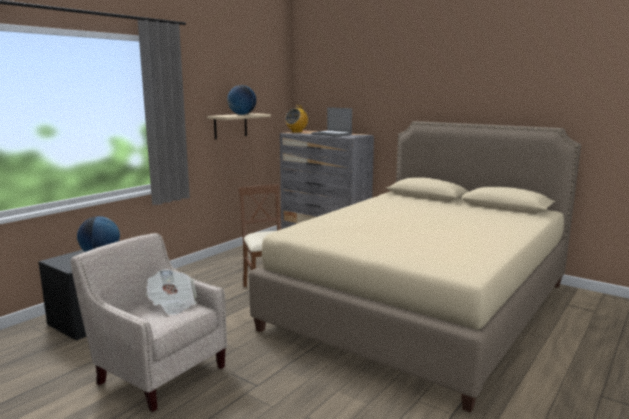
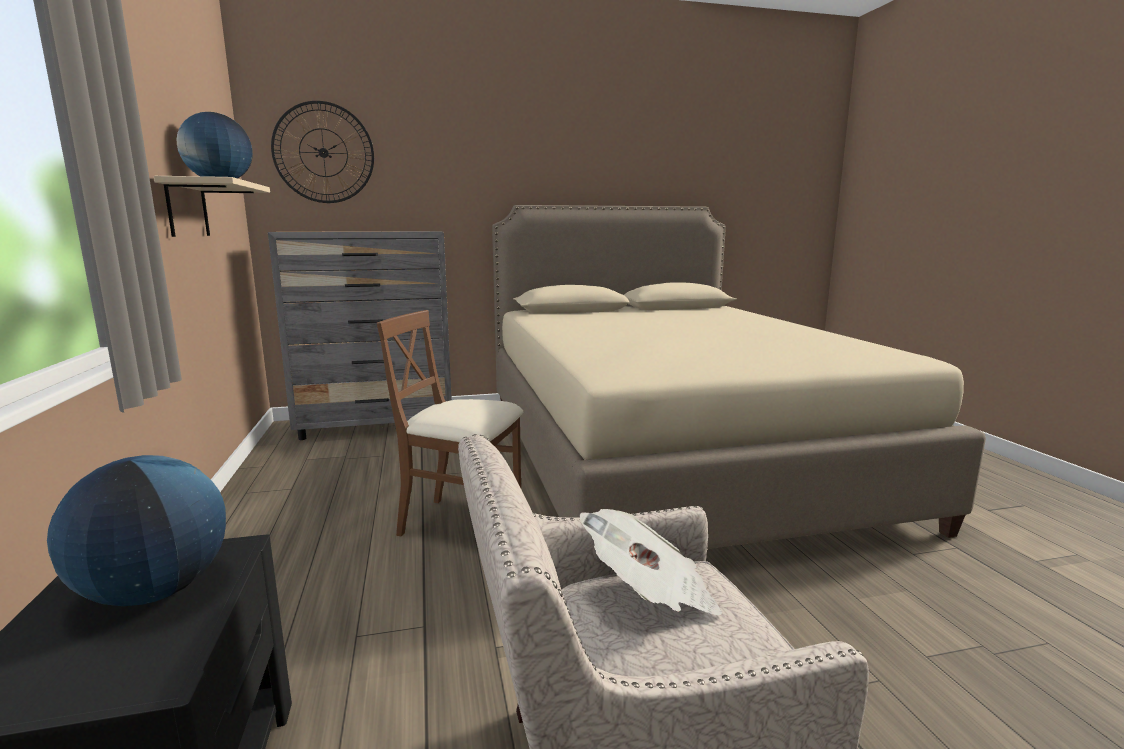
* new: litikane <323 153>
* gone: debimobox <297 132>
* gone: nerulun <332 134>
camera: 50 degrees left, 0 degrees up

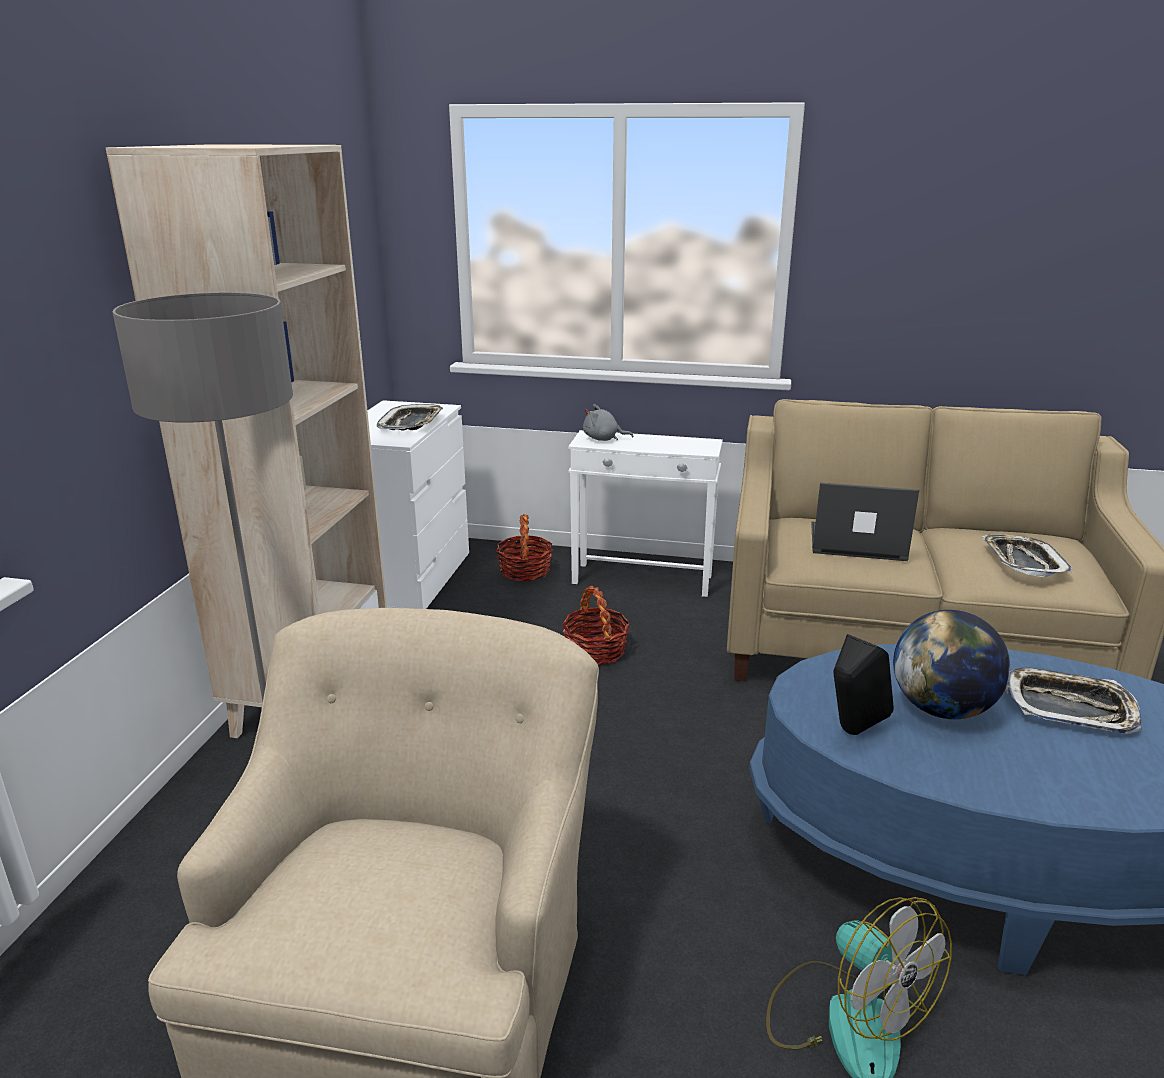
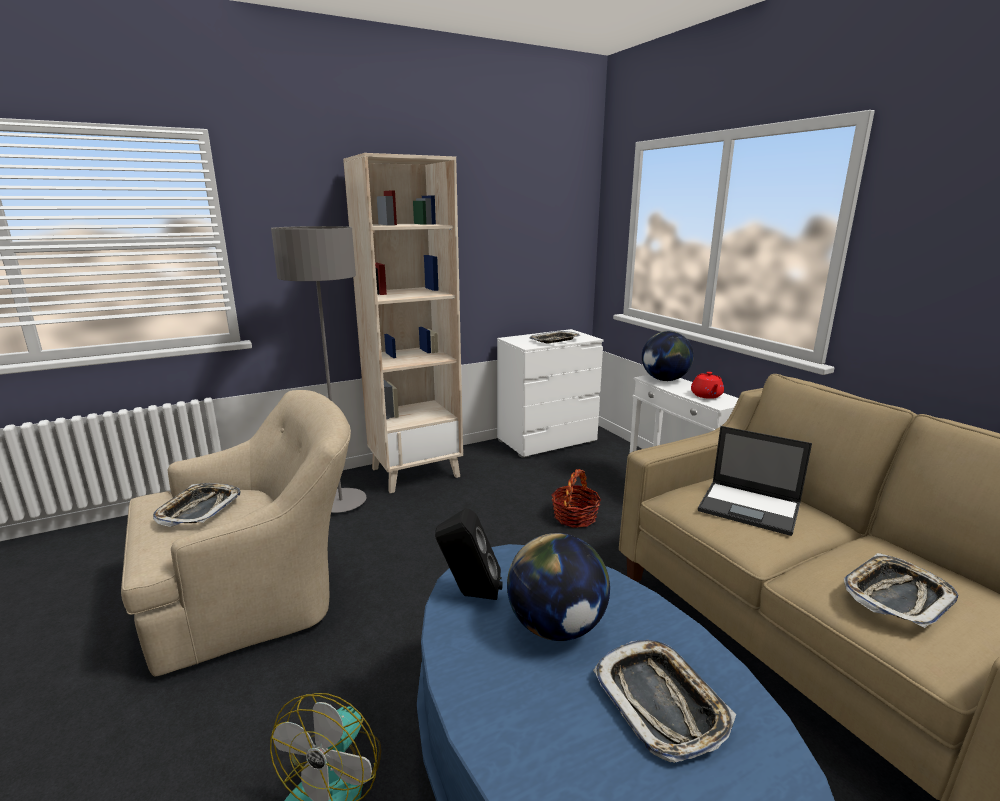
* new: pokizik <199 509>
* swapped: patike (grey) <603 439> to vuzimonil <664 380>
* new: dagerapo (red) <706 395>
* rotated: nerulun <856 542> = <750 508> 150 degrees clockwise
* gone: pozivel <525 571>
camera: 50 degrees right, 5 degrees down

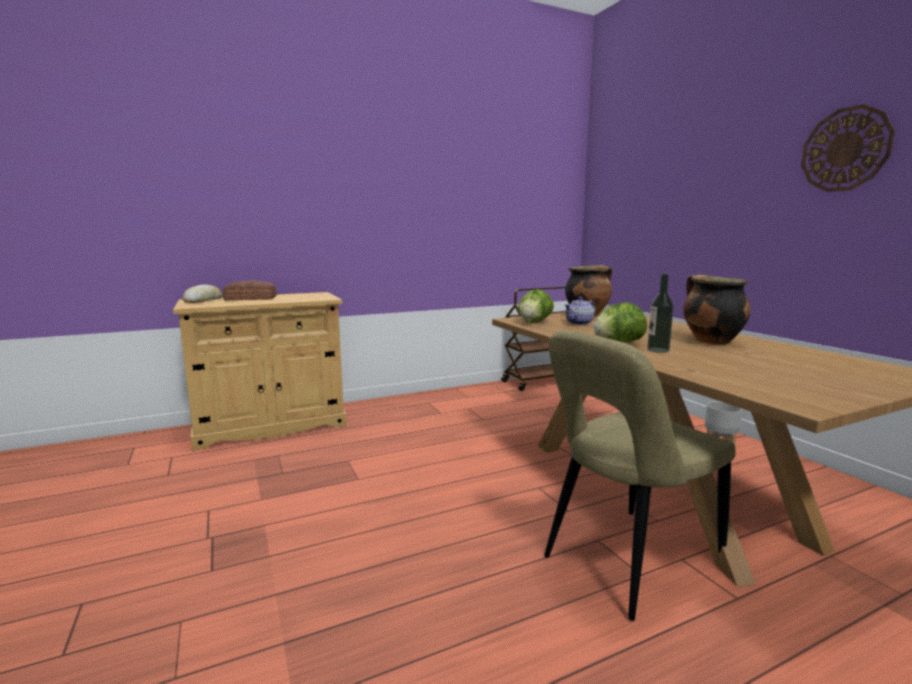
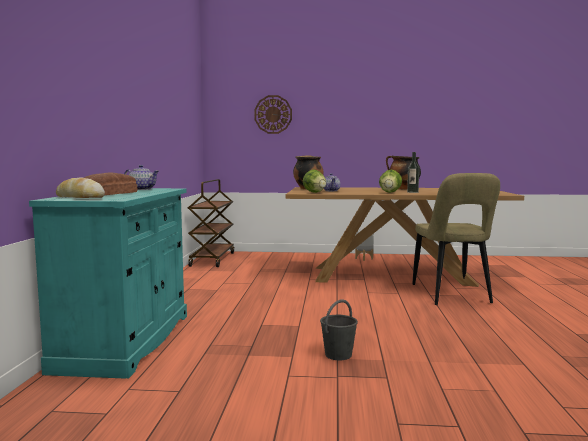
* repainted: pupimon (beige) <271 426> to pupimon (turquoise) <126 341>
* new: dagerapo <141 189>
* shifted: litikane <845 149> to <273 114>
* new: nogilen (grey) <338 355>
camera: 60 degrees left, 5 degrees down

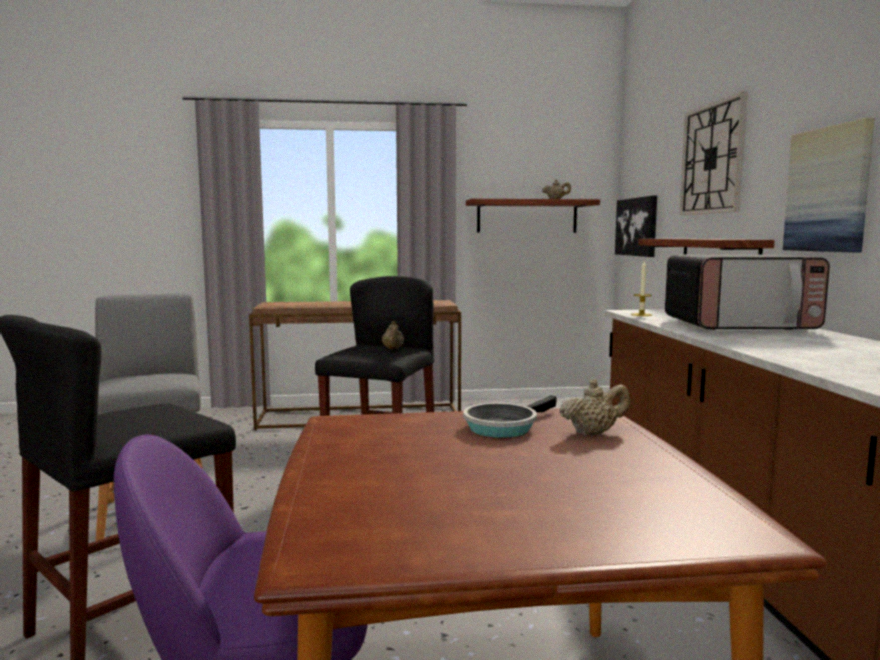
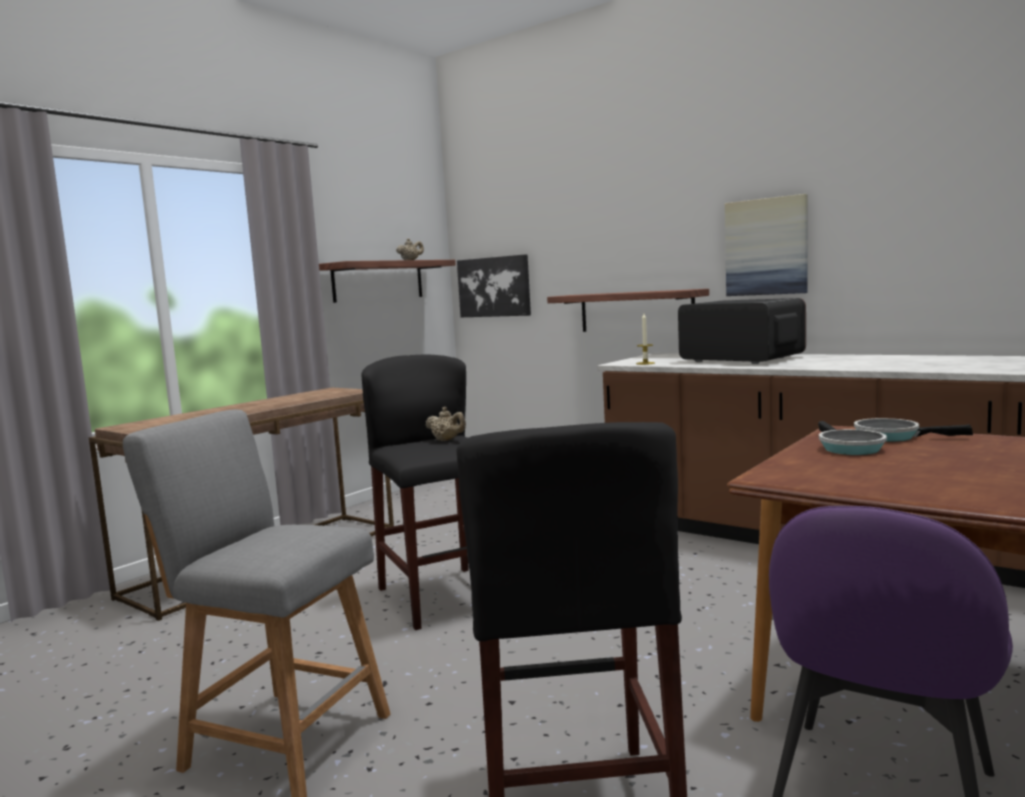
* rotated: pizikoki <739 326> = <741 359> 90 degrees counterclockwise
* swapped: dagerapo (beige) <593 433> to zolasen <892 436>
* gone: litikane <712 159>
camera: 45 degrees left, 0 degrees up

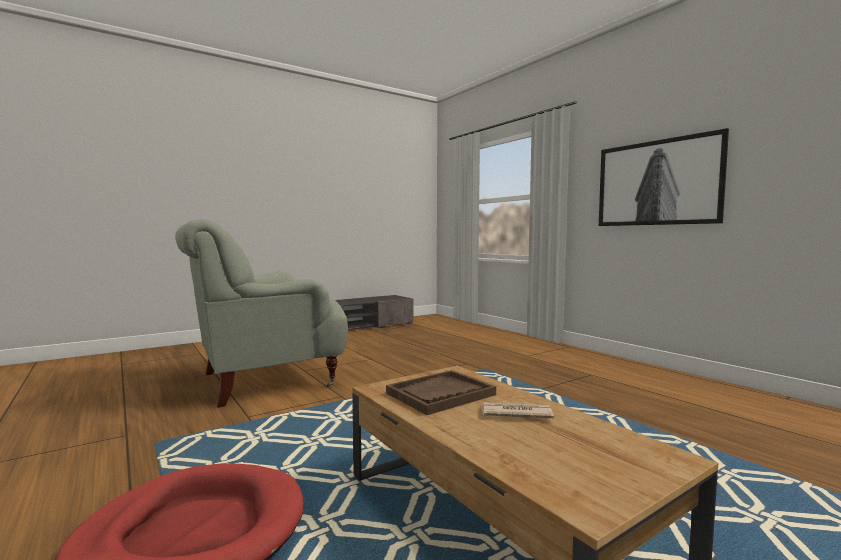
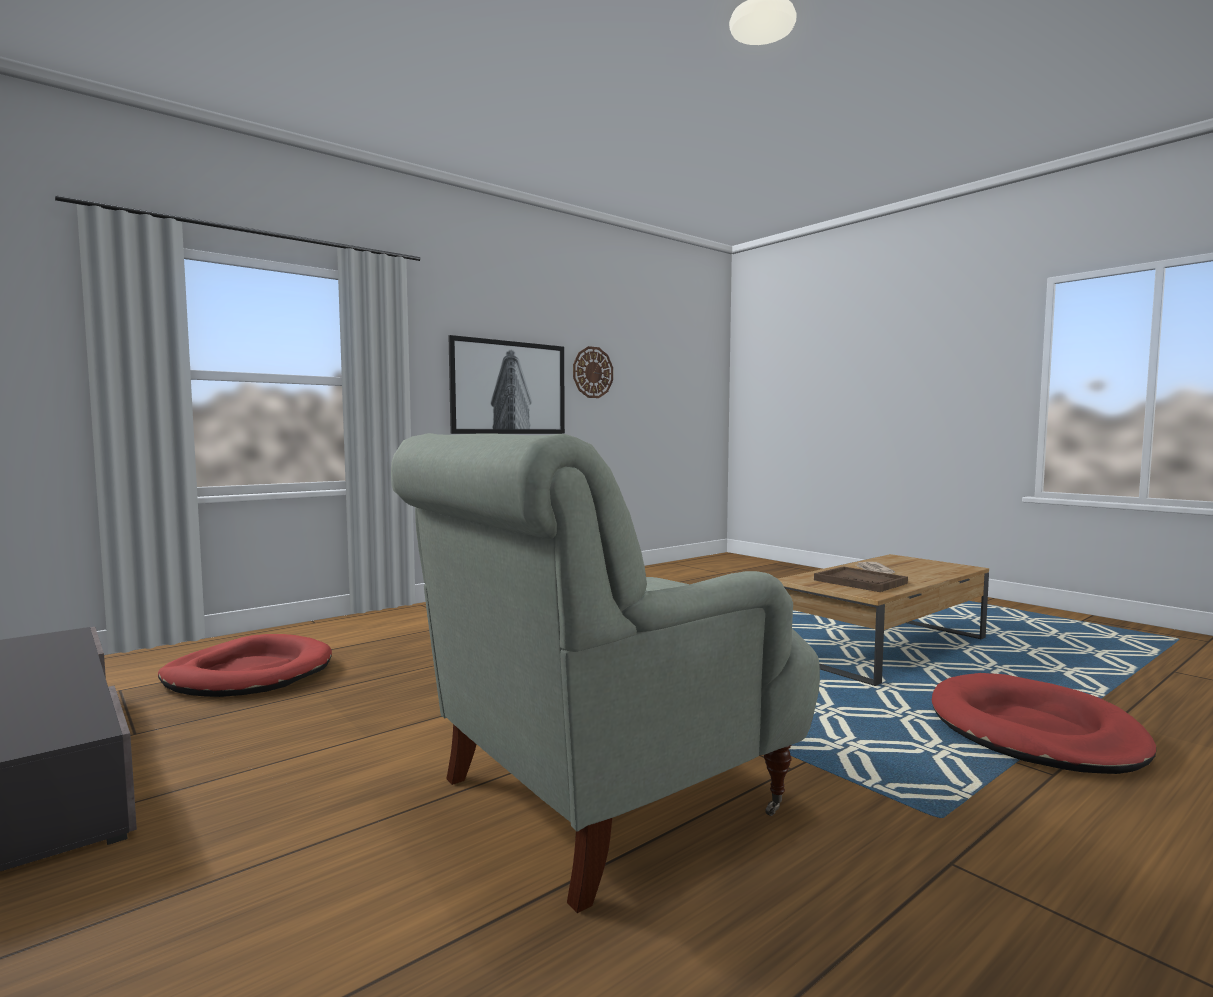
* new: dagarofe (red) <249 674>
* rotated: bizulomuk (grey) <264 380> = <602 797> 90 degrees clockwise
* new: litikane <592 372>
camera: 95 degrees left, 0 degrees up

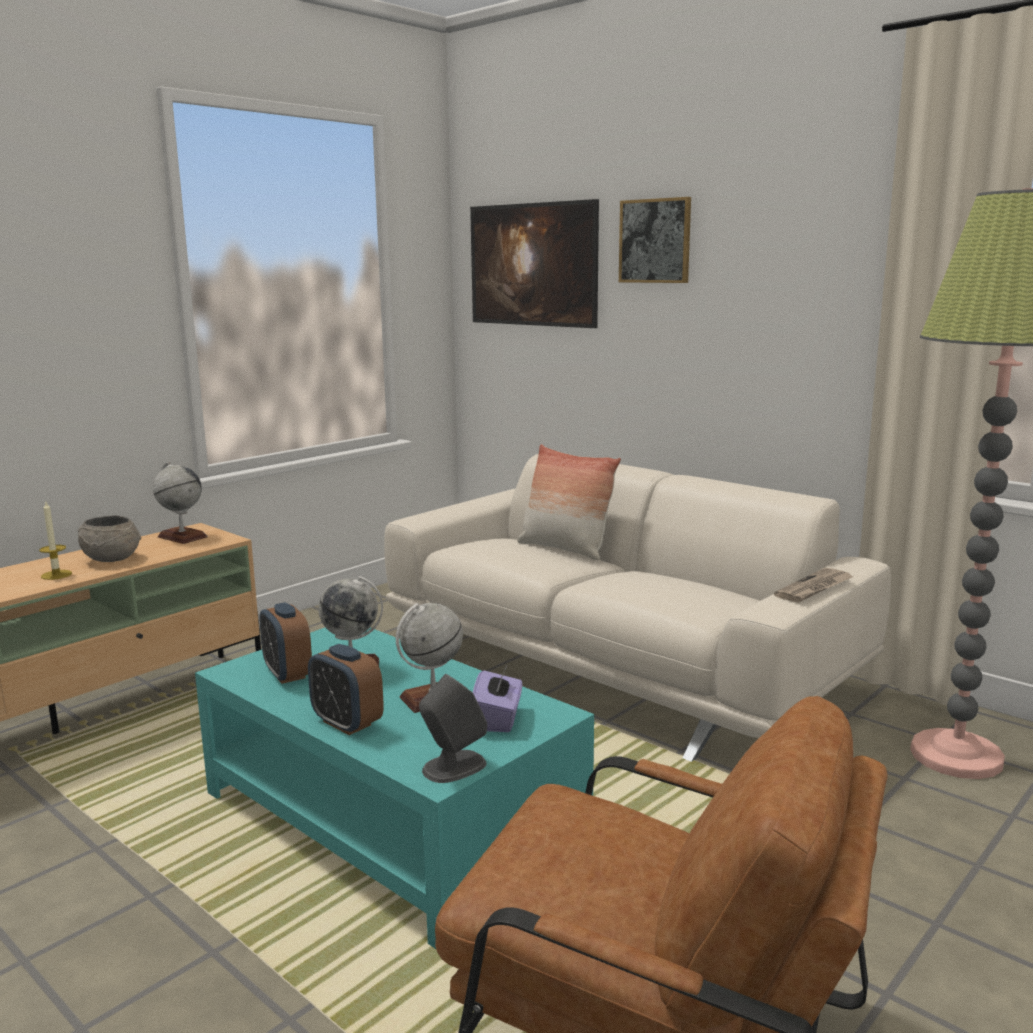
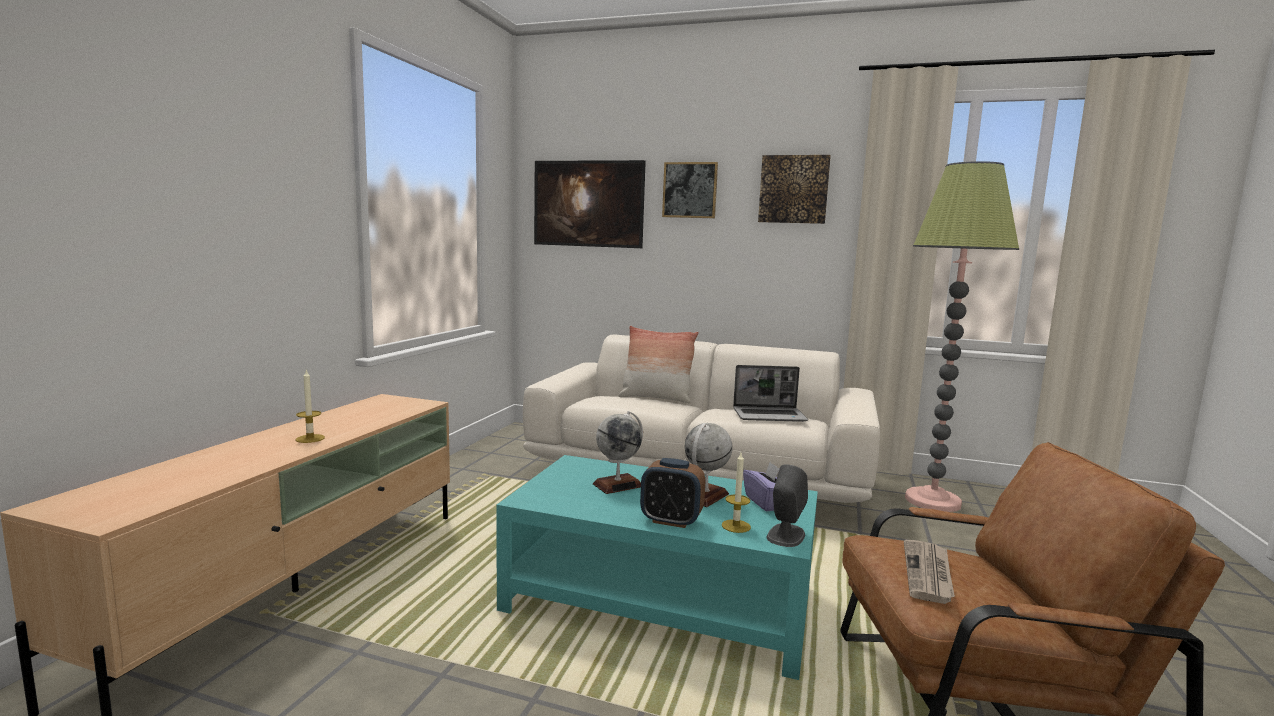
* new: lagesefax <736 526>
* new: nerulun <770 415>
* new: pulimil <793 189>
* shifted: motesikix <814 588> to <928 574>
* gone: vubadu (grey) <111 559>
* gone: vuzimonil <182 537>
* gone: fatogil <287 674>
camera: 25 degrees left, 5 degrees down

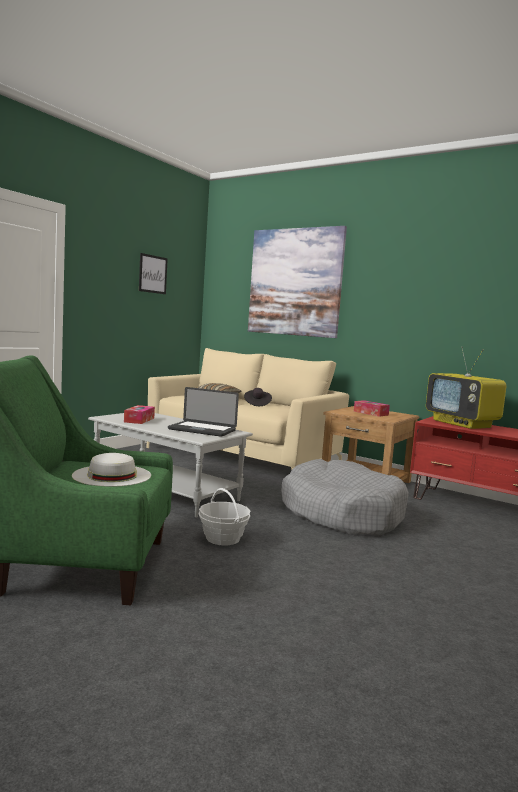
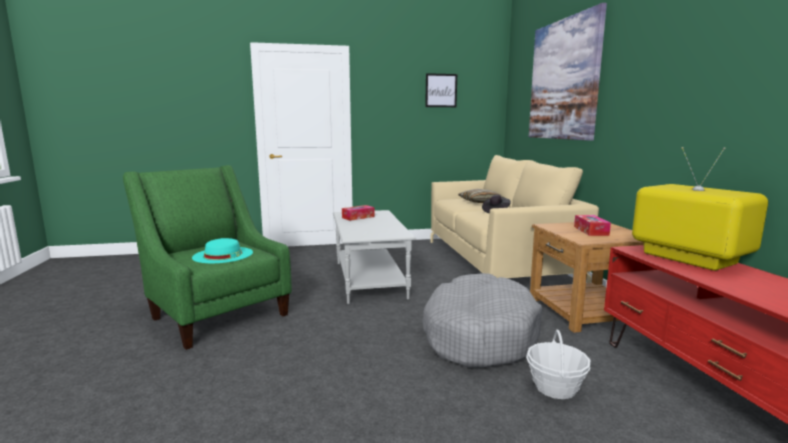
* repainted: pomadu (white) <112 475> to pomadu (turquoise) <223 255>
* shifted: pozivel <223 538> to <555 387>
* rotated: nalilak <462 424> = <687 258> 135 degrees clockwise
* gone: nerulun <202 430>
camera: 45 degrees right, 5 degrees up

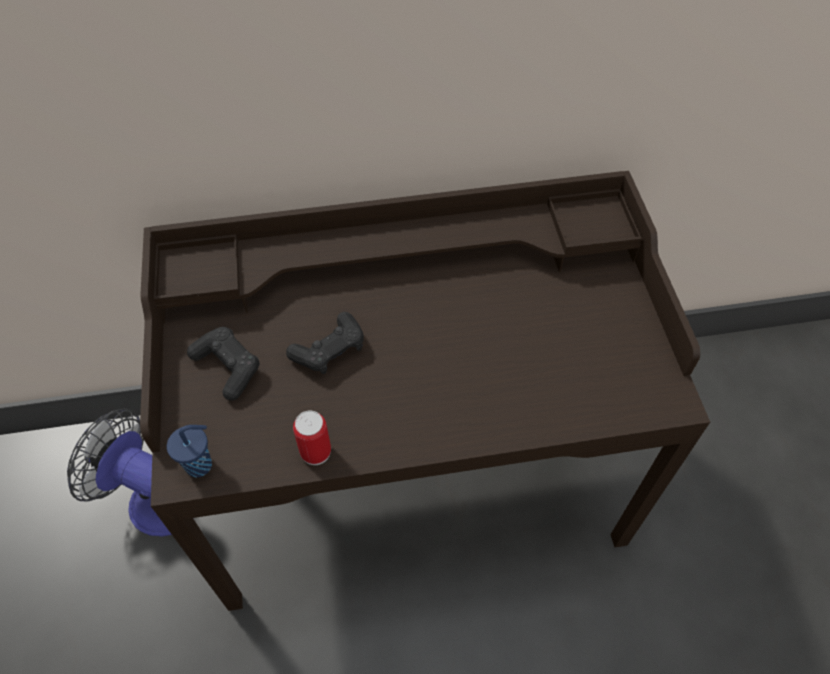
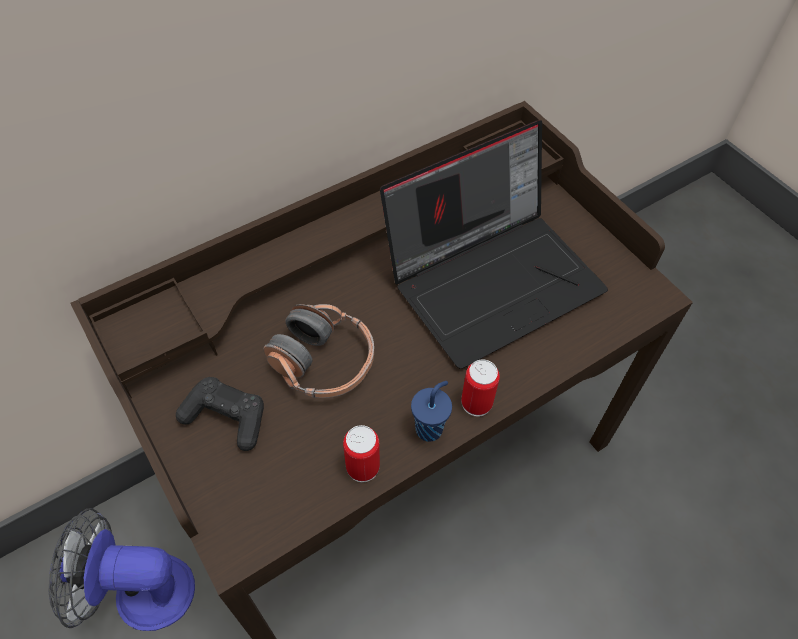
* swapped: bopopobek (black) <329 350> to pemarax <323 362>
* new: nerulun <493 278>
* shifted: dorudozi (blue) <201 465> to <430 428>
* new: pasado <476 403>
camera: 25 degrees left, 0 degrees up

